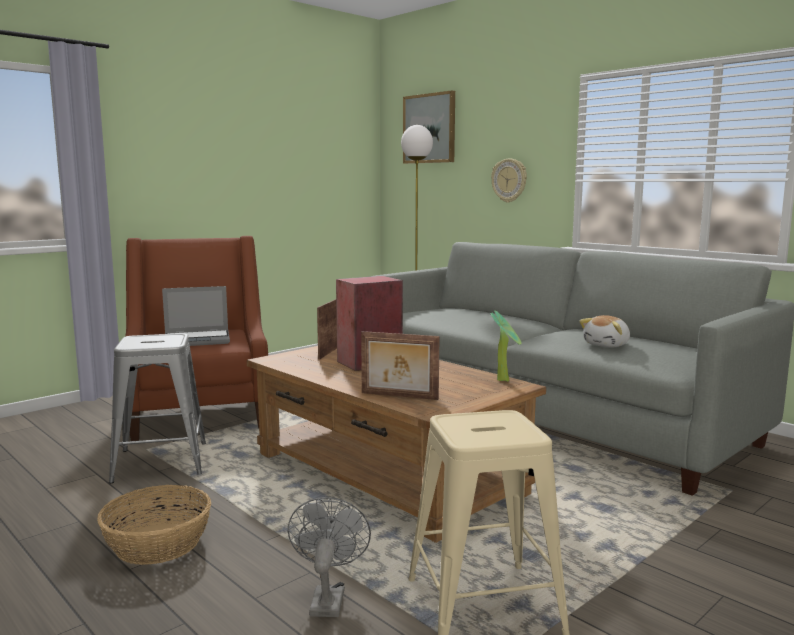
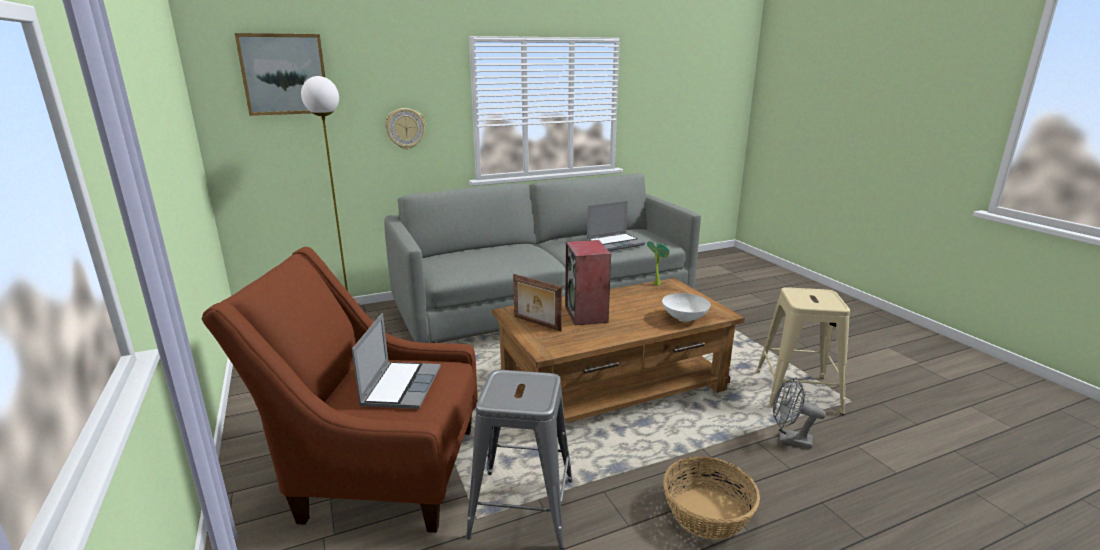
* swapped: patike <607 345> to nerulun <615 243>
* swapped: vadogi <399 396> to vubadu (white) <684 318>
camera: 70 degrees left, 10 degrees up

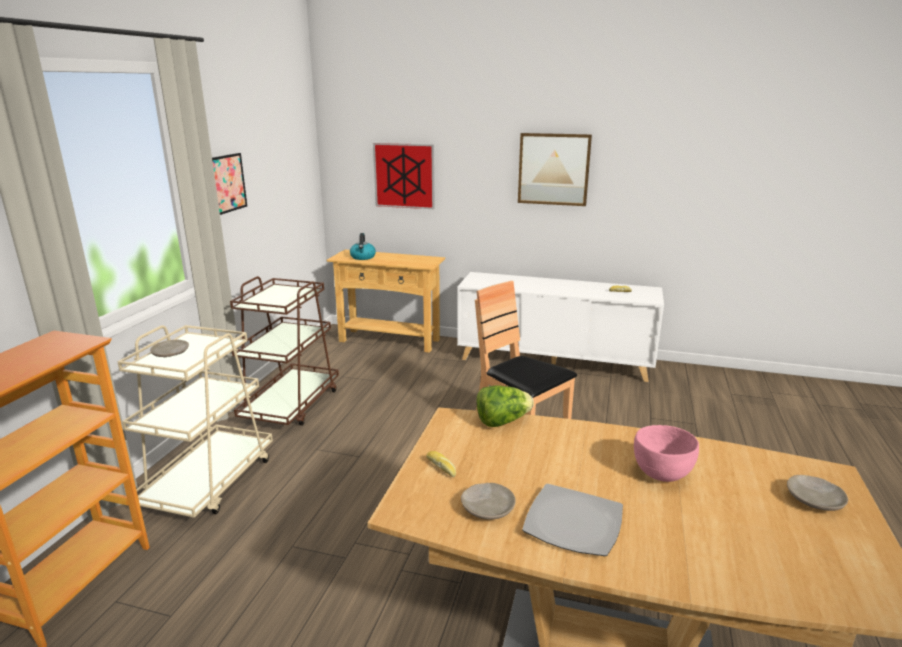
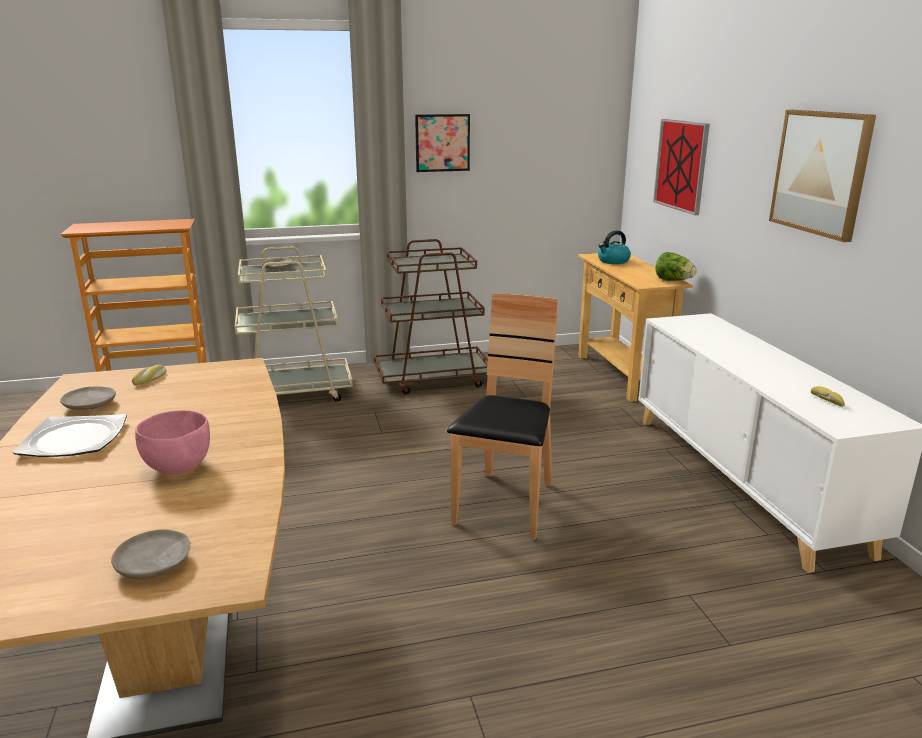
* shifted: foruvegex <502 421> to <673 281>
camera: 60 degrees right, 0 degrees up

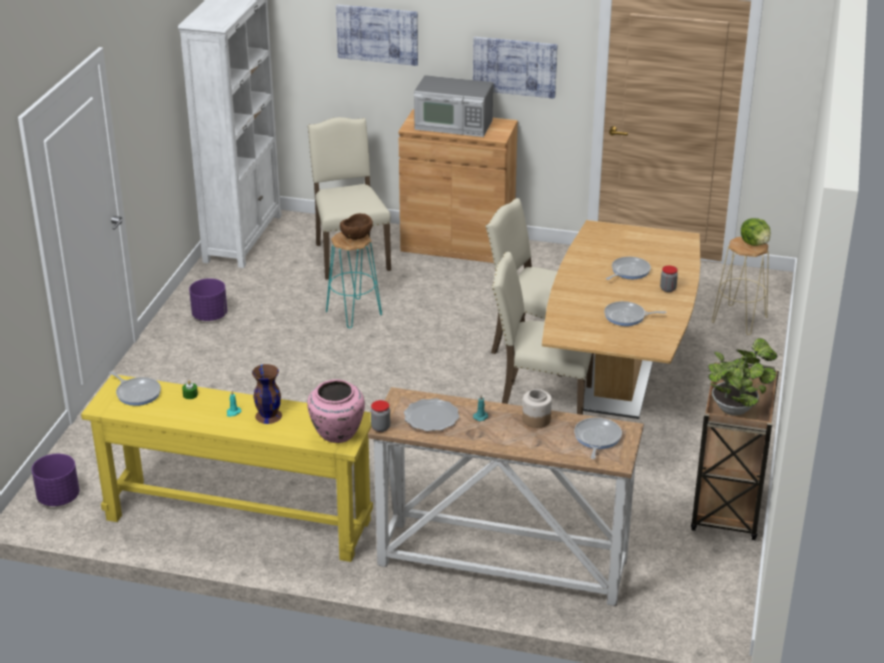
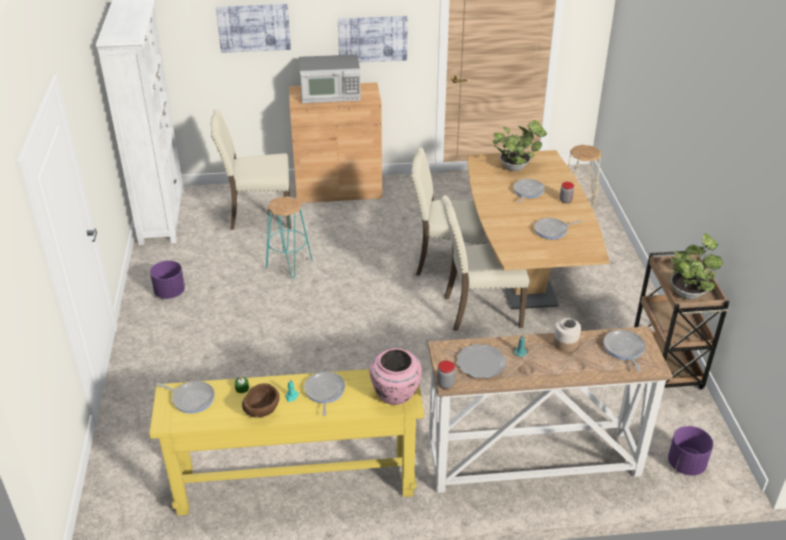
* rotated: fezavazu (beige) <349 256> = <259 215> 60 degrees counterclockwise
* shifted: vubadu (brown) <356 238> to <262 412>
* swapped: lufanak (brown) <268 416> to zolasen <324 392>
* new: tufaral <516 167>
* shifted: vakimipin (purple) <58 498> to <686 464>
* gone: foruvegex <755 243>
camera: 20 degrees left, 5 degrees up

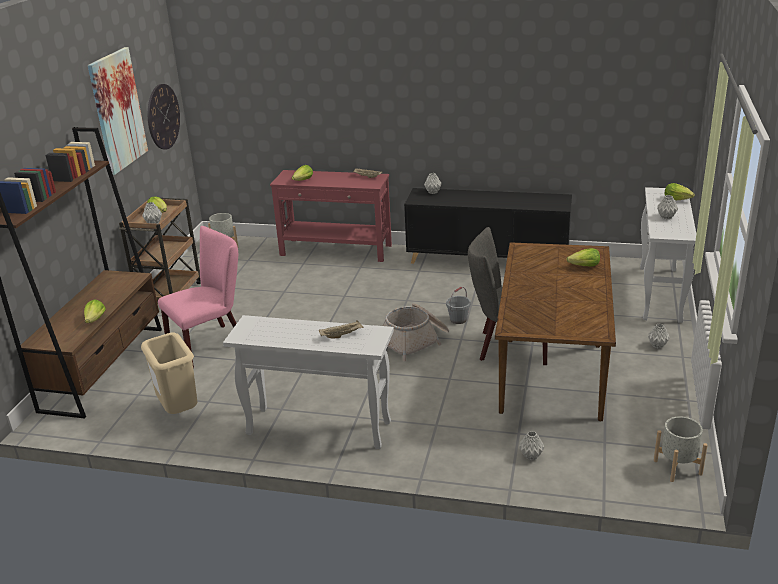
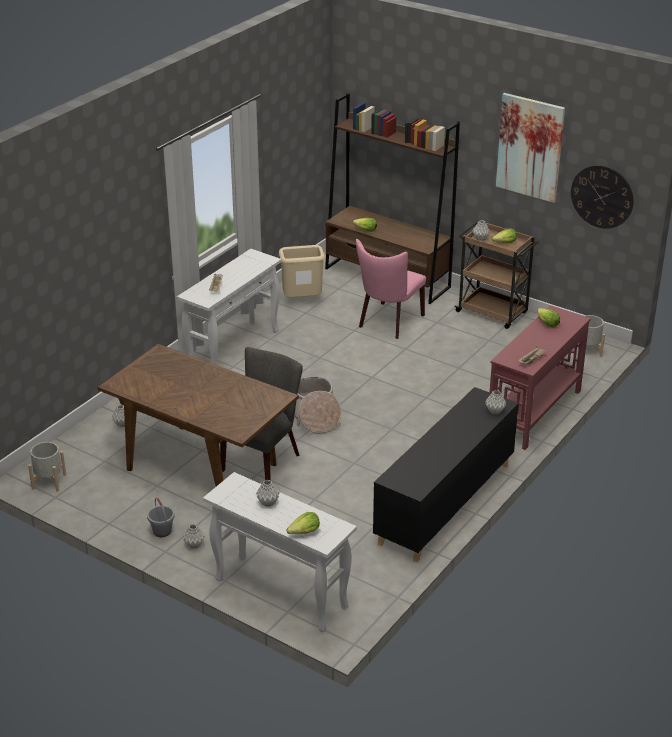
* shifted: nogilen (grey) <458 320> to <162 531>
* rotated: fezavazu (pink) <211 344> = <388 322> 45 degrees clockwise
* gone: foruvegex <584 266>
camera: 110 degrees right, 5 degrees up

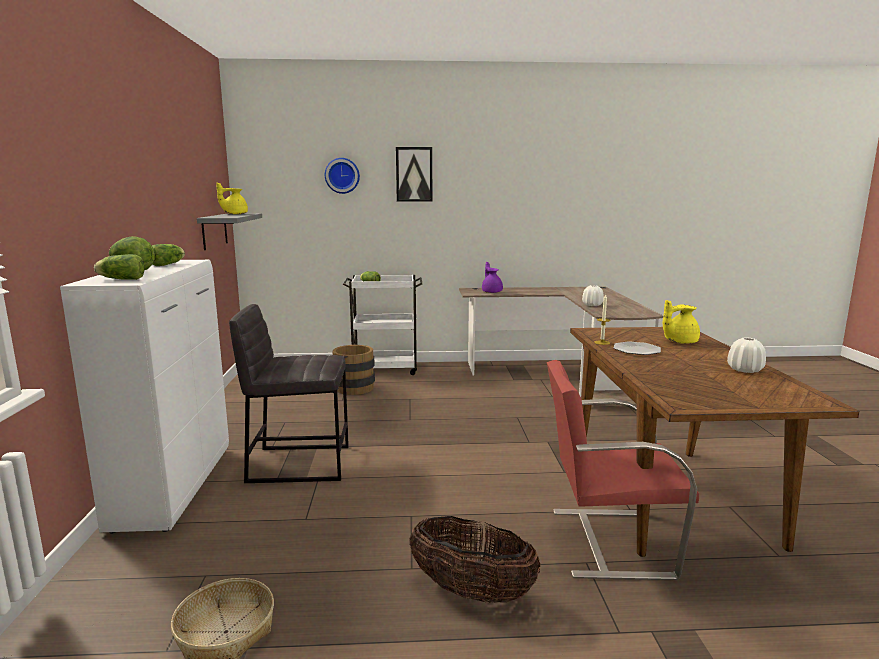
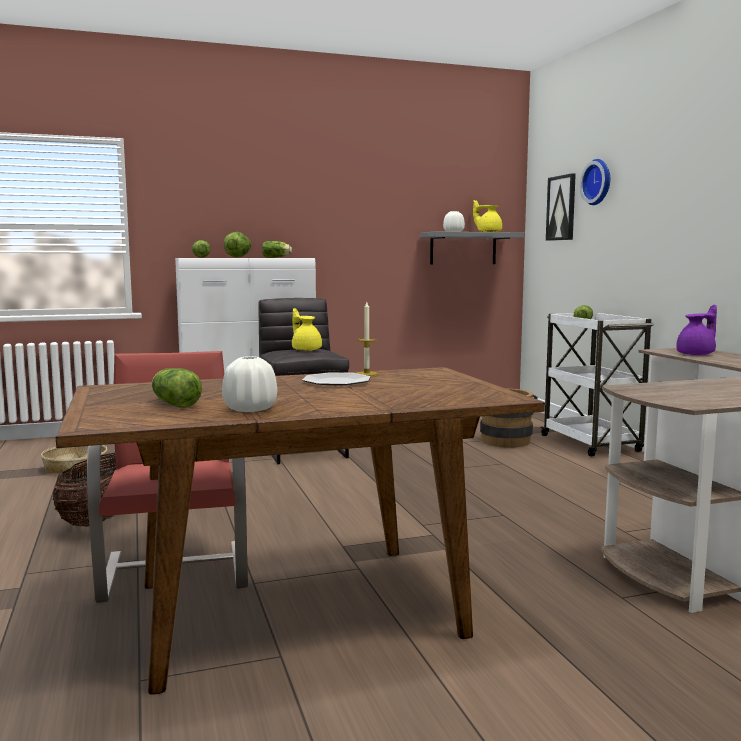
* new: foruvegex <174 404>
* shifted: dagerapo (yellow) <679 341> to <306 350>
* shifted: lufanak (white) <592 305> to <453 232>
* shifted: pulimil <414 174> to <561 208>
camera: 75 degrees right, 5 degrees down

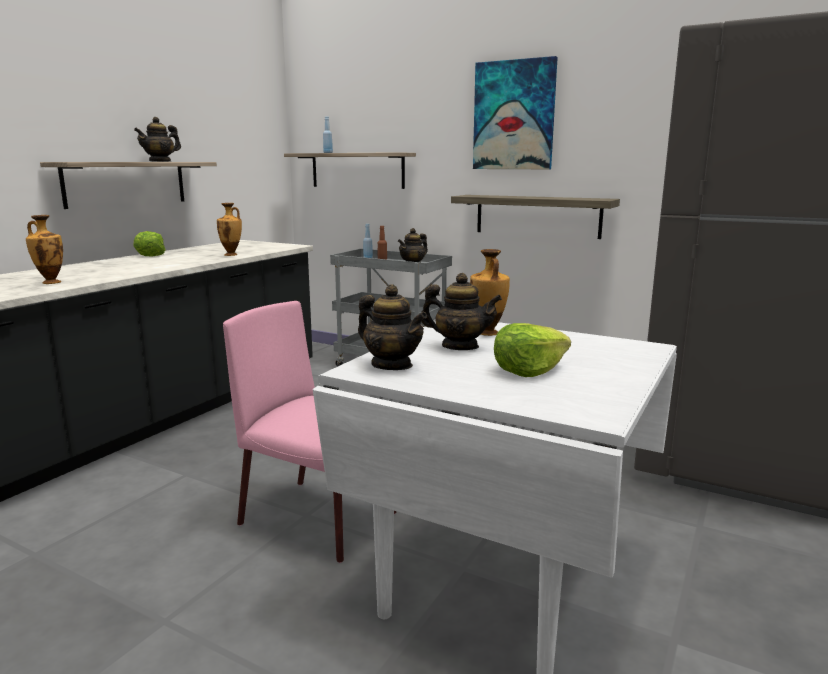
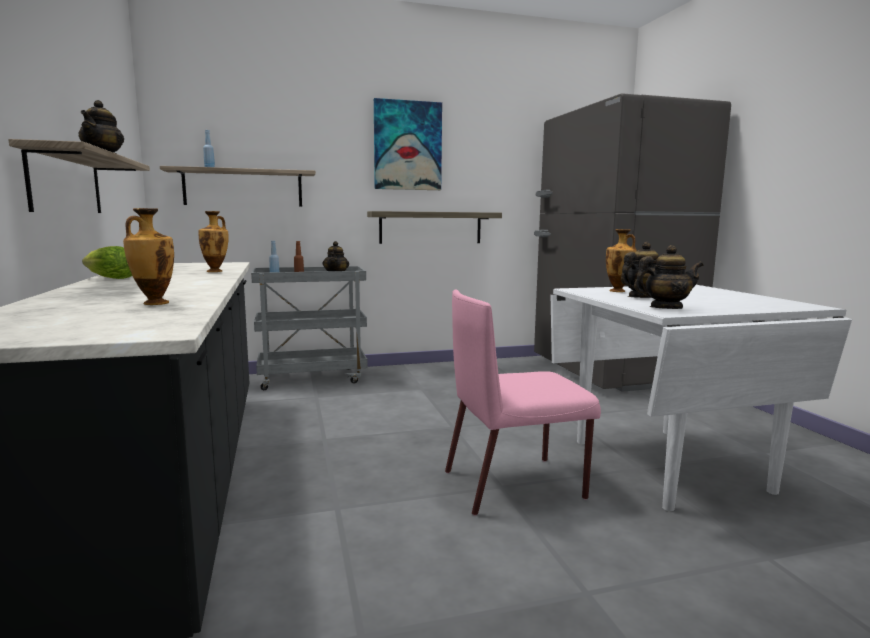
* gone: foruvegex <528 370>
camera: 45 degrees left, 5 degrees down

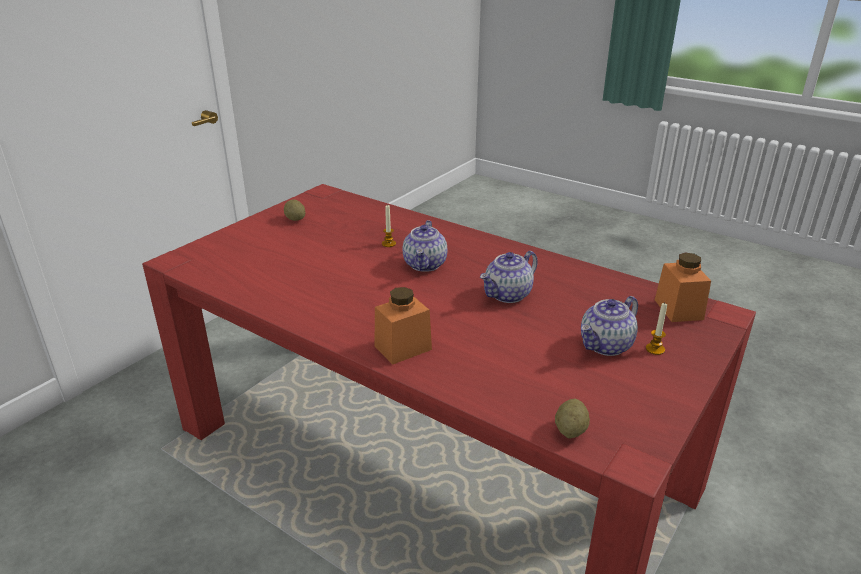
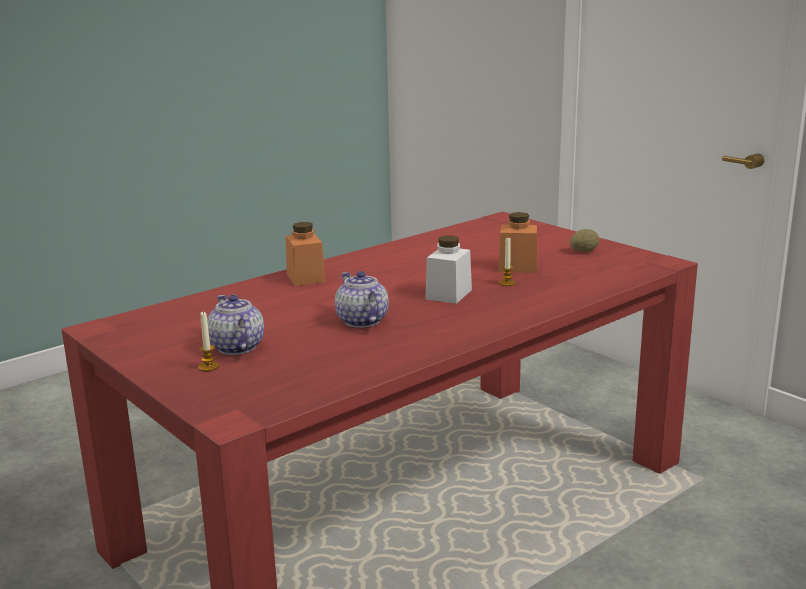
* swapped: dagerapo <425 265> to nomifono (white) <448 294>
* shifted: nomifono (orange) <678 309> to <517 267>
* gone: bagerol <570 430>
camera: 105 degrees right, 10 degrees down

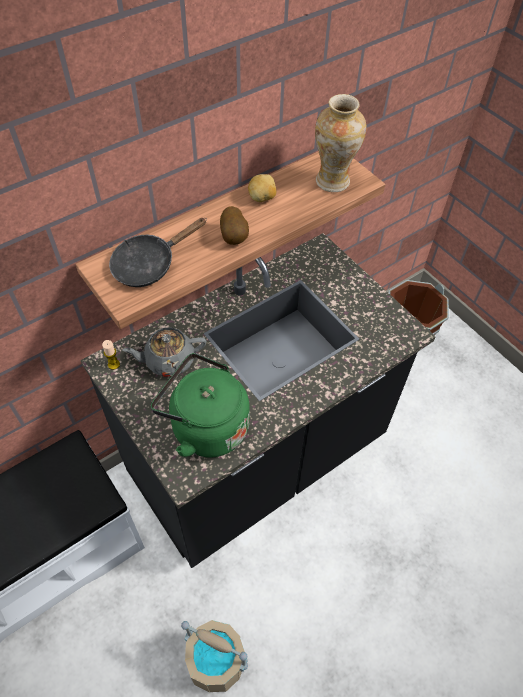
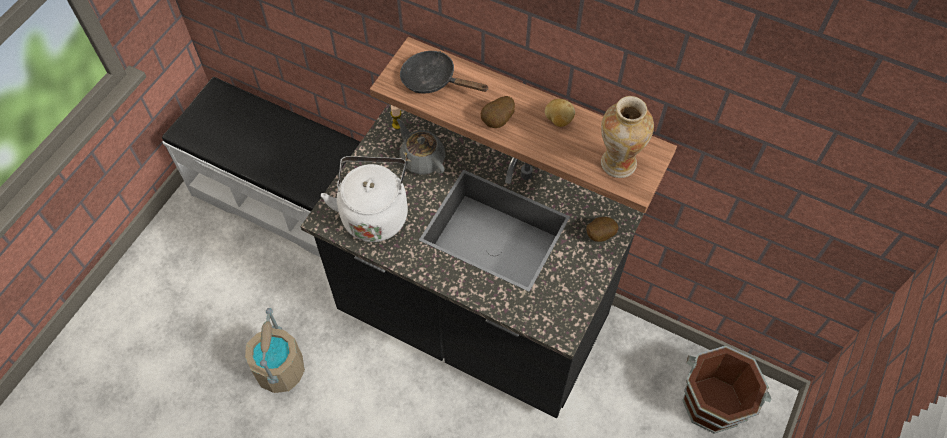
* repainted: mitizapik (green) <205 426> to mitizapik (white) <374 213>
* new: bagerol <599 234>
camera: 65 degrees right, 5 degrees up

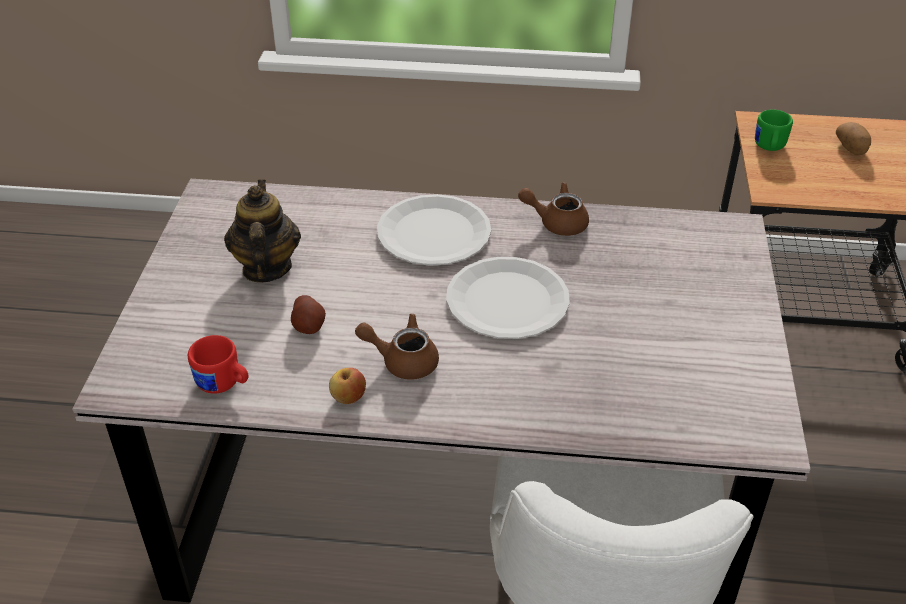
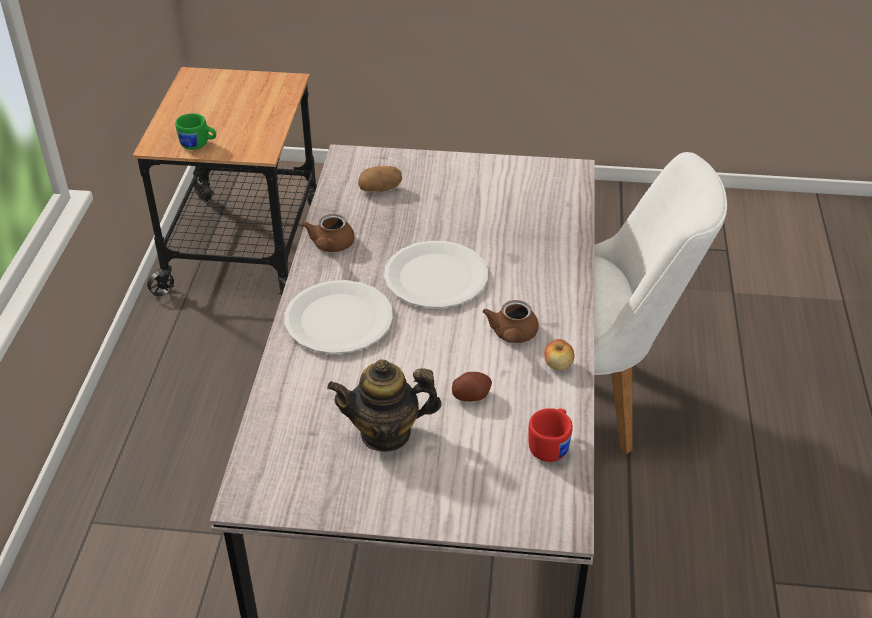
* shifted: bagerol <851 149> to <380 189>
camera: 90 degrees left, 0 degrees up

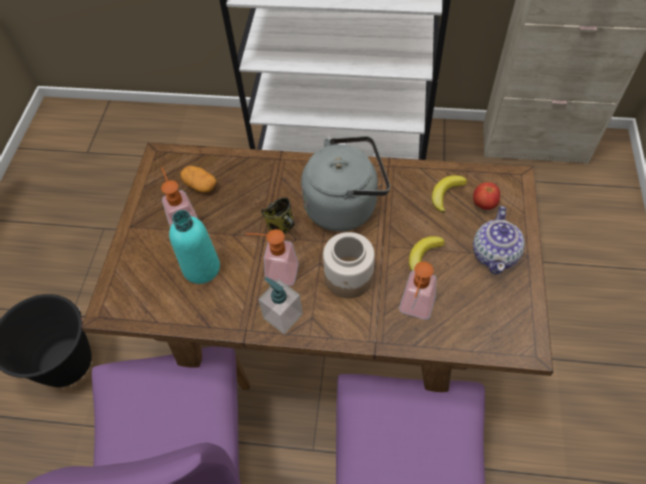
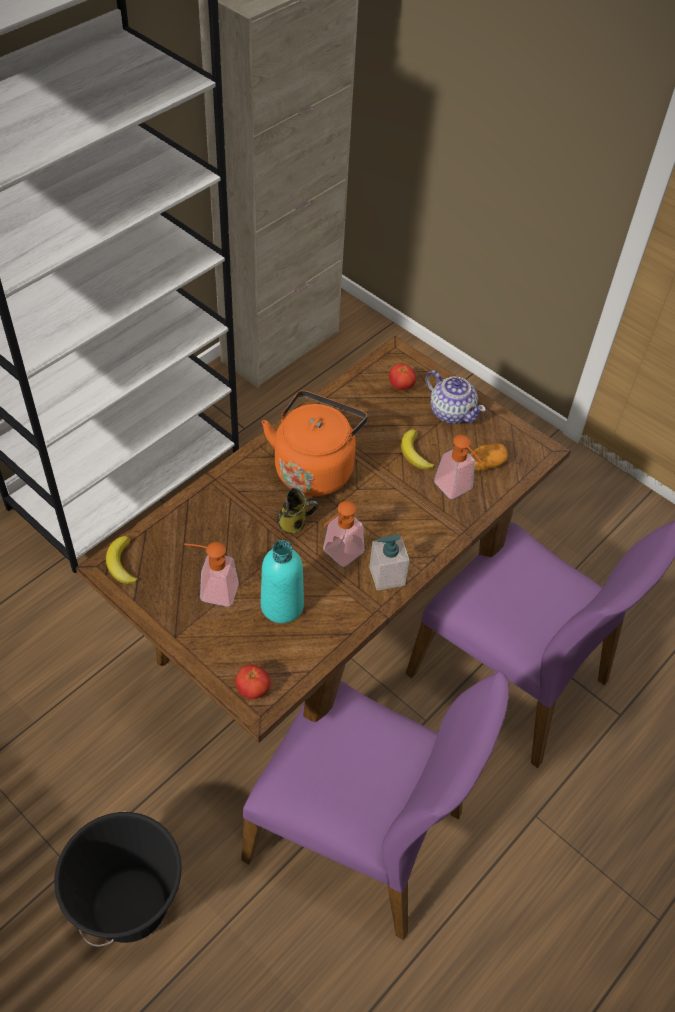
* shifted: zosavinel <446 194> to <121 563>
* new: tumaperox <253 689>
* repainted: mitizapik (grey) <345 205> to mitizapik (orange) <315 467>
* shifted: bagerol <200 185> to <485 464>
* gone: nomifono <349 277>
camera: 60 degrees left, 5 degrees down

